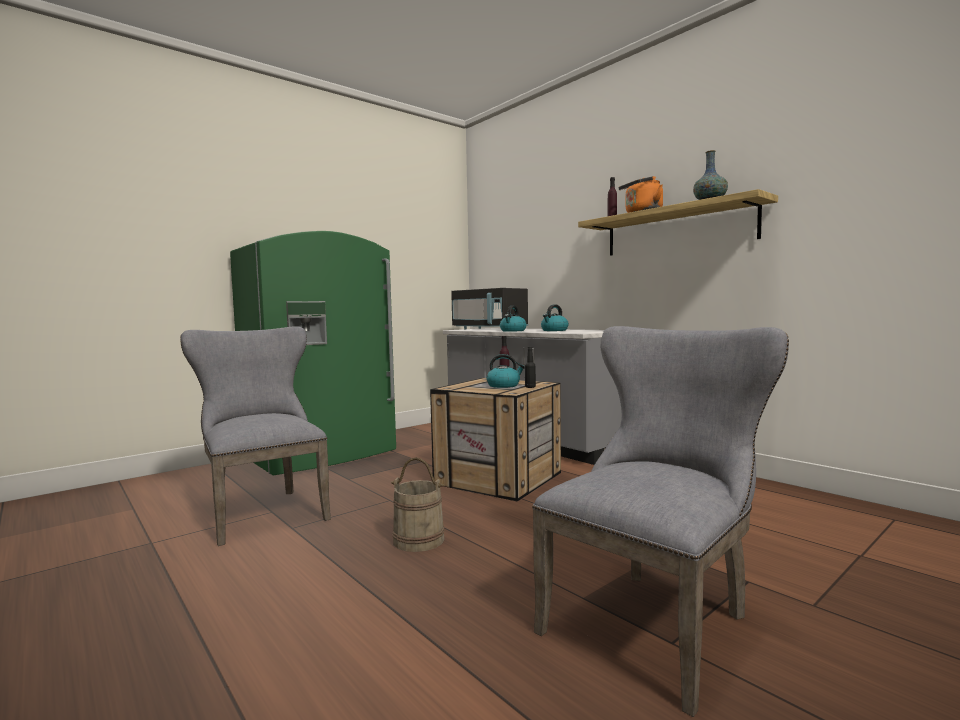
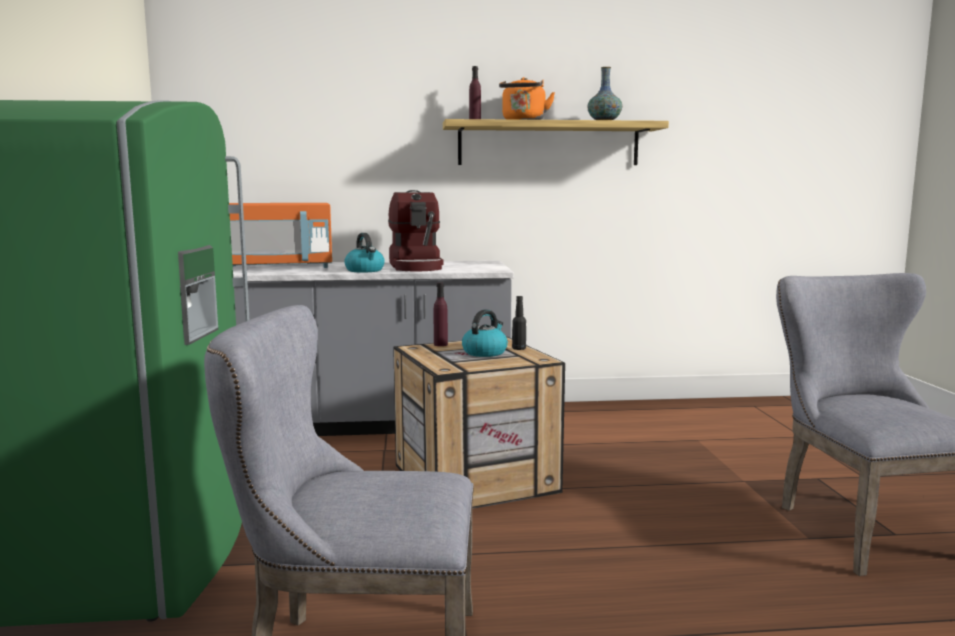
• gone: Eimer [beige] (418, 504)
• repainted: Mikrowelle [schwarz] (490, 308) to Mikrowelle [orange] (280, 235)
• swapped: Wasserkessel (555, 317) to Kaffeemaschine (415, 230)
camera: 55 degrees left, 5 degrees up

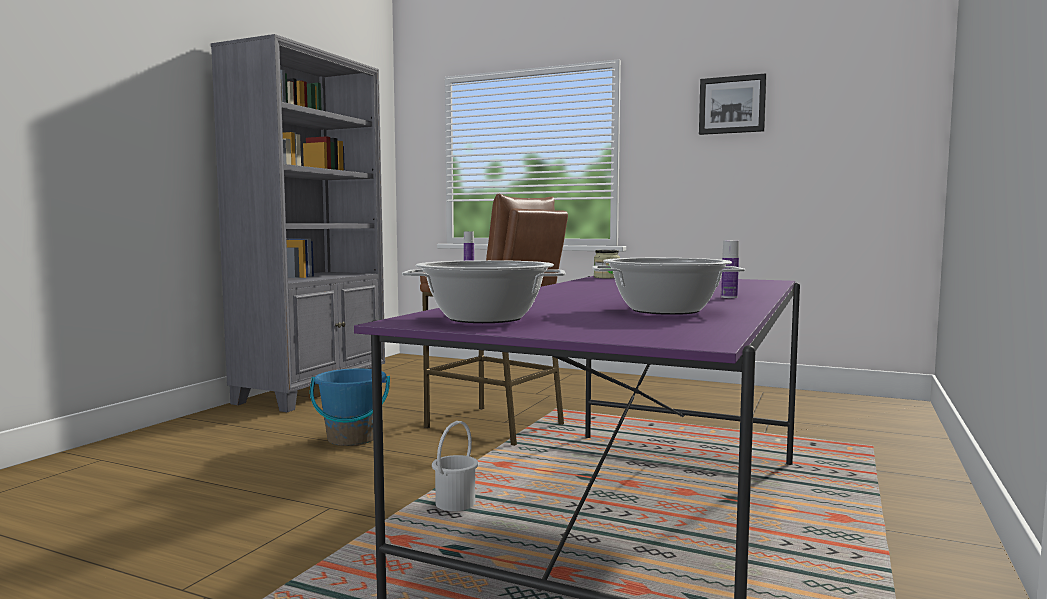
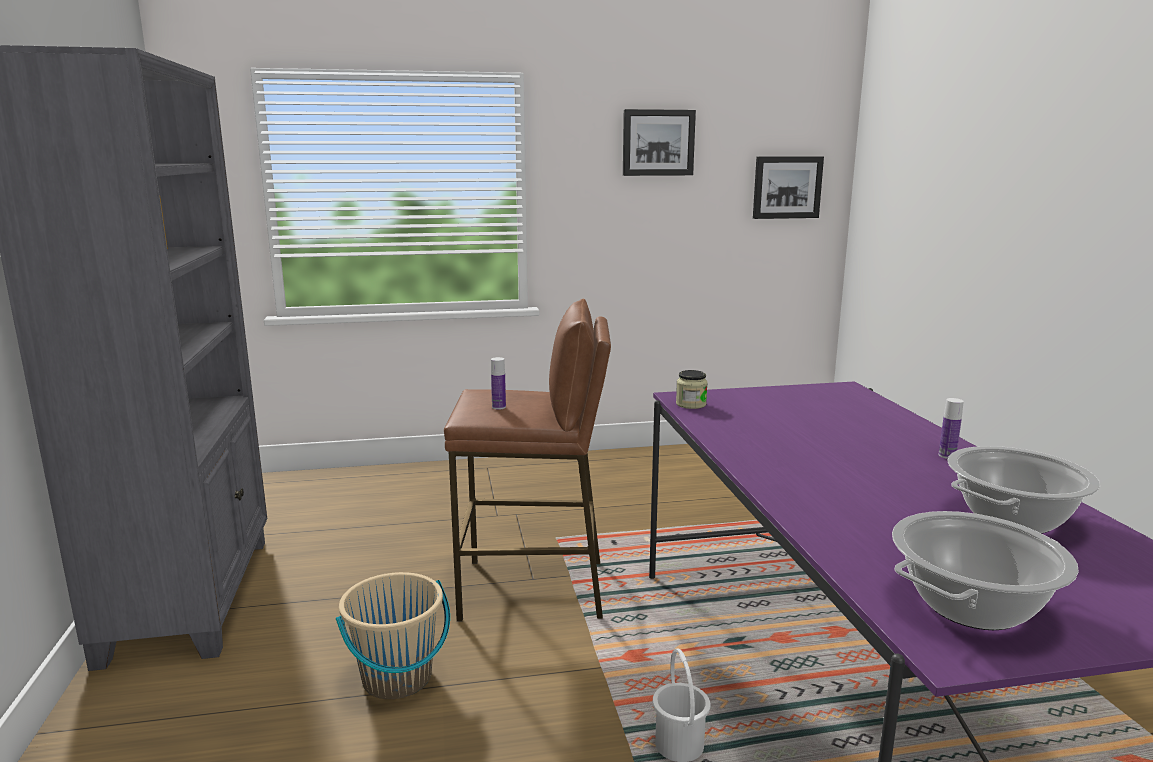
• repainted: Eimer [blau] (350, 407) to Eimer [beige] (393, 635)
• new: Bild (788, 187)
camera: 35 degrees left, 10 degrees up

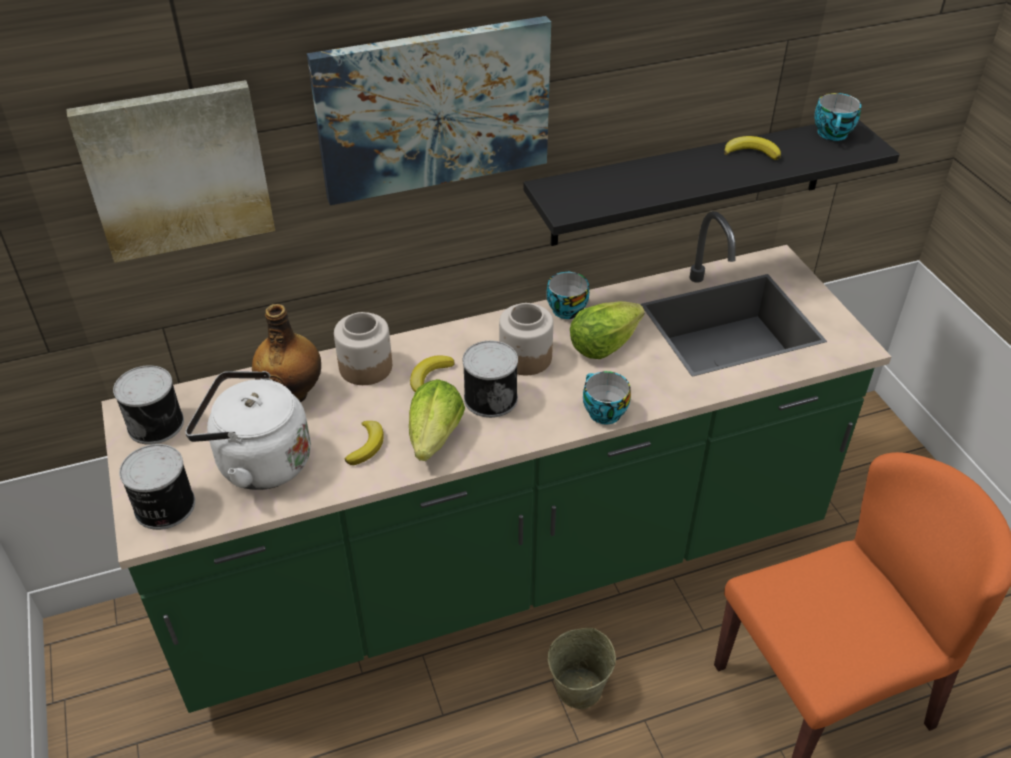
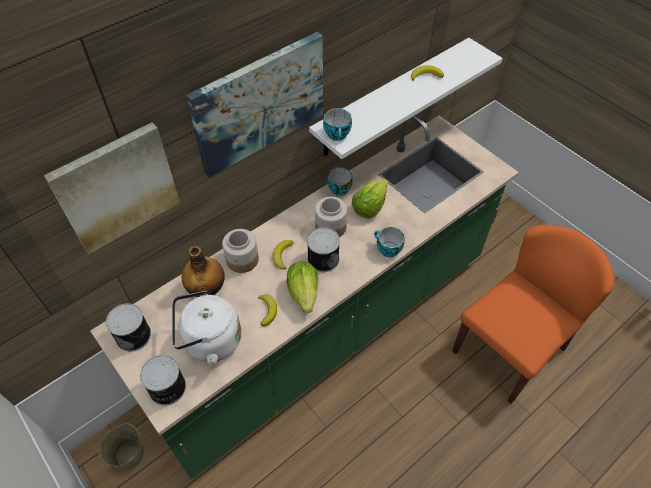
• repainted: Wandregal [schwarz] (711, 183) to Wandregal [weiß] (406, 98)
• shifted: Eimer [beige] (582, 668) to (122, 446)
• shifted: Tasse (837, 117) to (337, 124)
camera: 20 degrees left, 10 degrees up

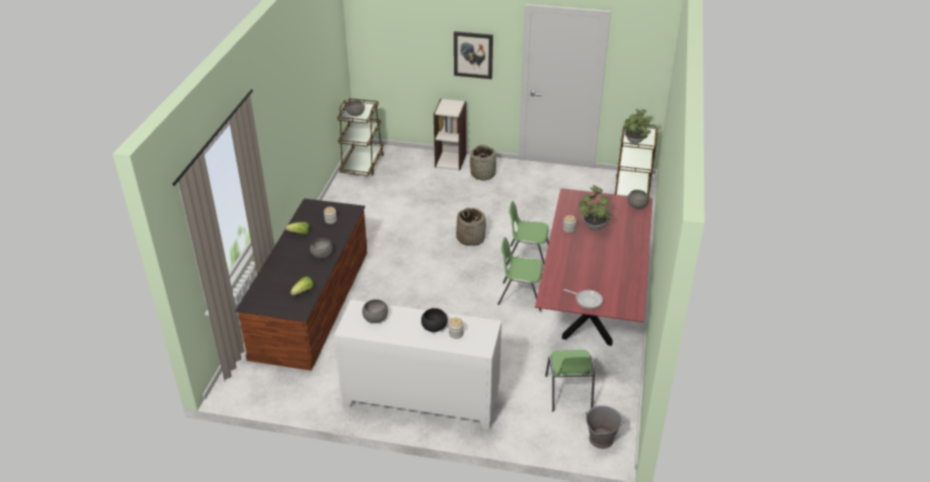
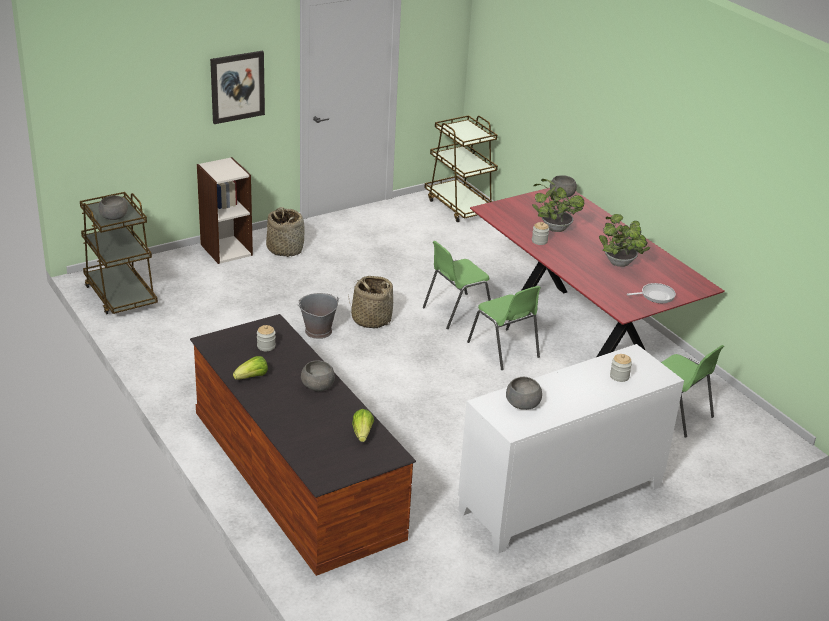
• gone: Schüssel [schwarz] (434, 320)
• rotated: Stuhl [grün] (520, 274) = (504, 328) 90 degrees counterclockwise
• shifted: Eimer [grau] (604, 427) to (318, 316)
• shifted: Topfpflanze (637, 126) to (624, 240)
camera: 45 degrees left, 5 degrees down

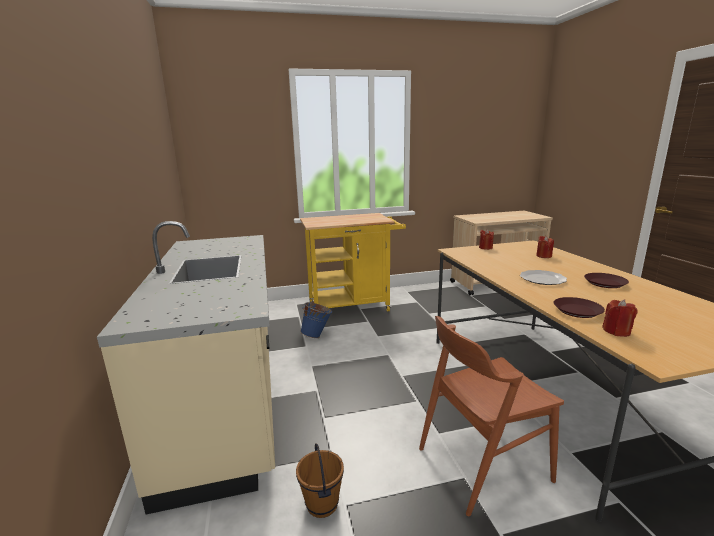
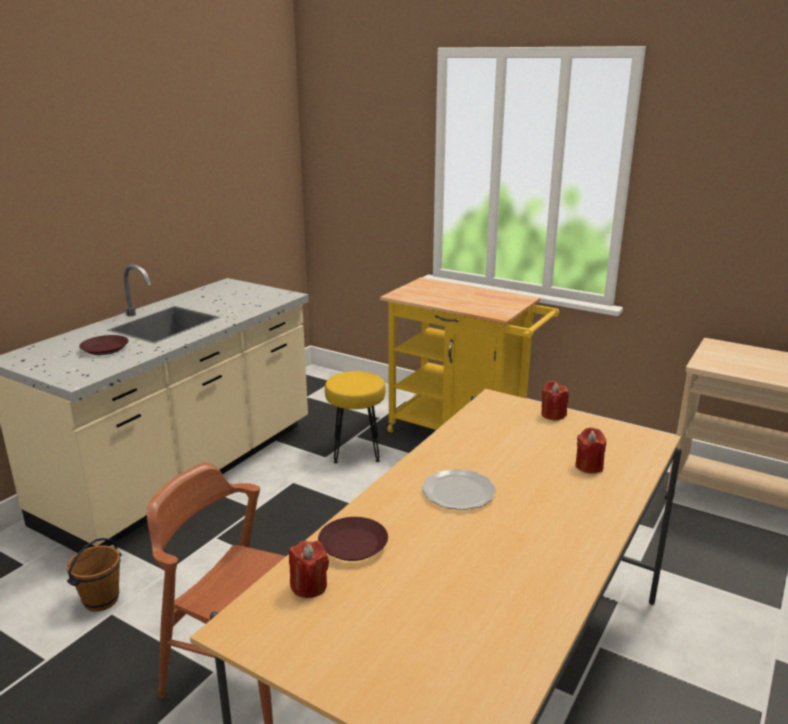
• swapped: Eimer [blau] (316, 319) to Hocker [gelb] (355, 417)
• shifted: Teller [braun] (606, 280) to (104, 345)
camera: 45 degrees right, 5 degrees up

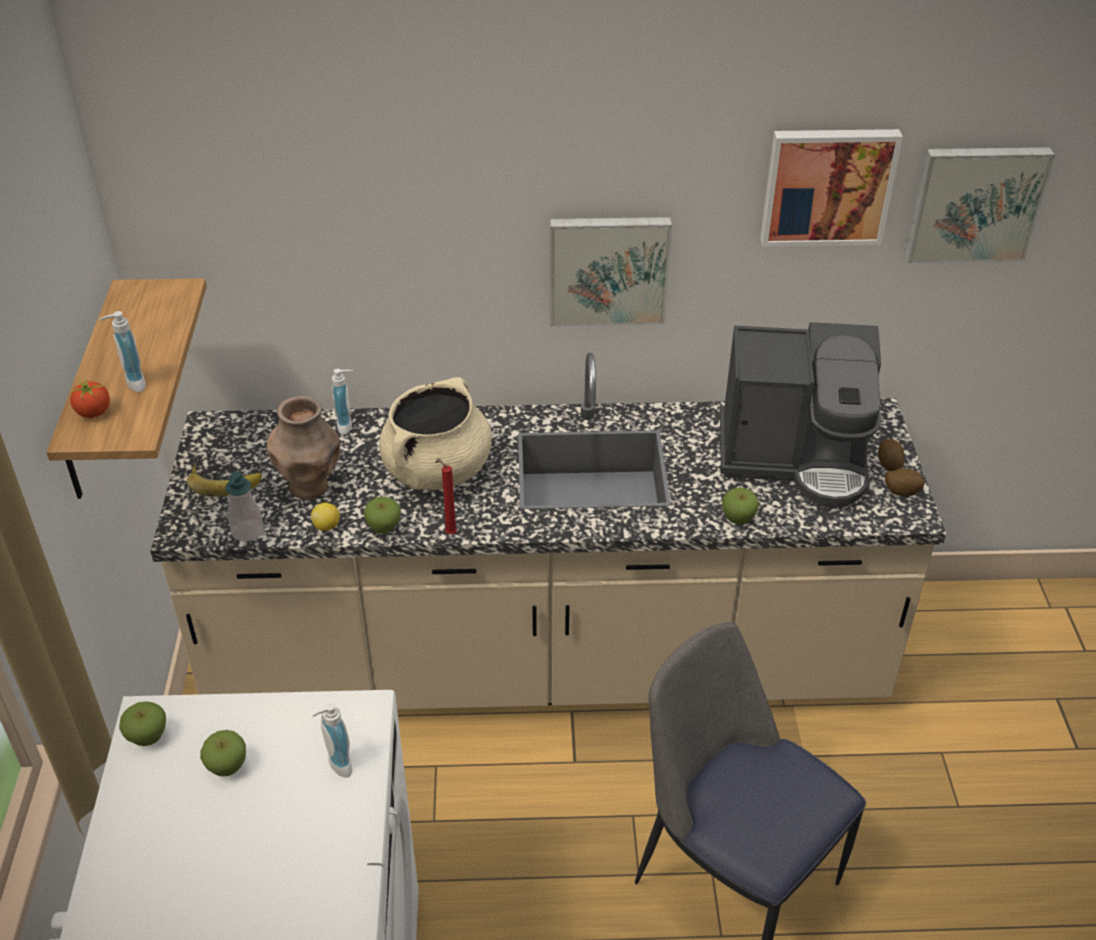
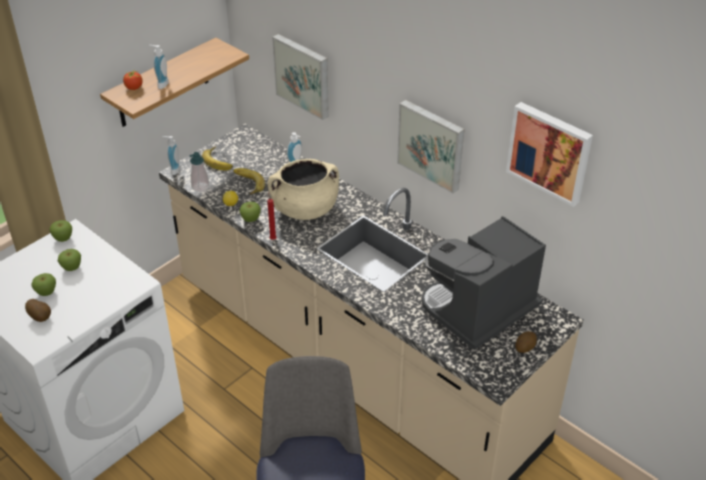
• swapped: Vase [braun] (303, 447) to Banane (249, 181)
• shifted: Seifenspender (332, 740) to (171, 155)
• rotated: Kaffeemaschine (800, 415) = (483, 283) 90 degrees clockwise
• shifted: Apfel (740, 506) to (43, 284)
• shifted: Kartoffel (905, 482) to (38, 310)
• shifted: Bild (979, 205) to (300, 77)
camera: 45 degrees right, 0 degrees up

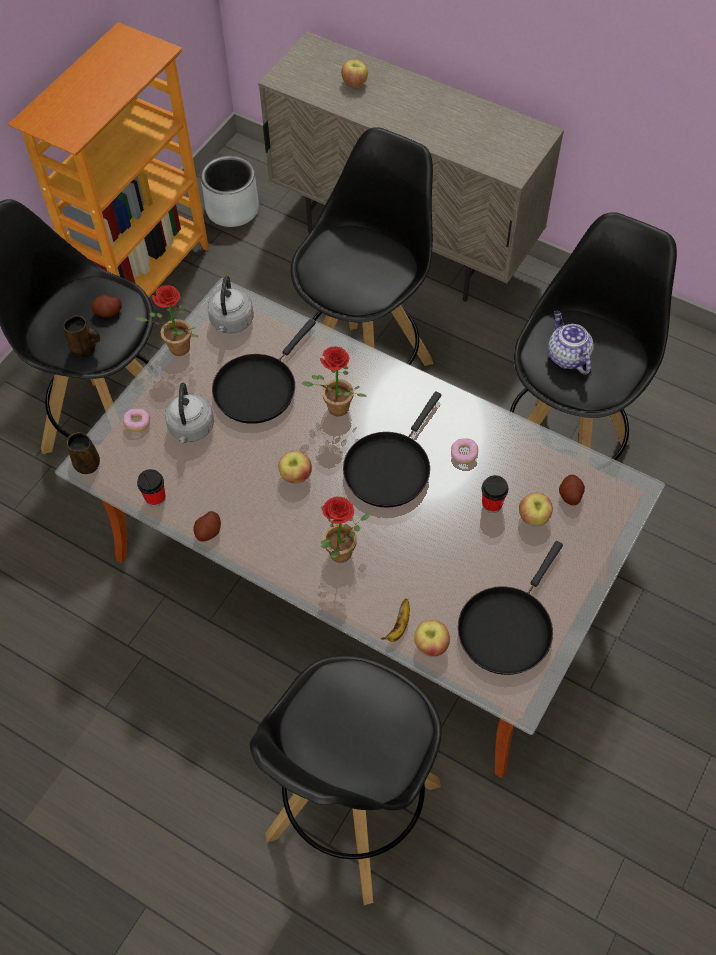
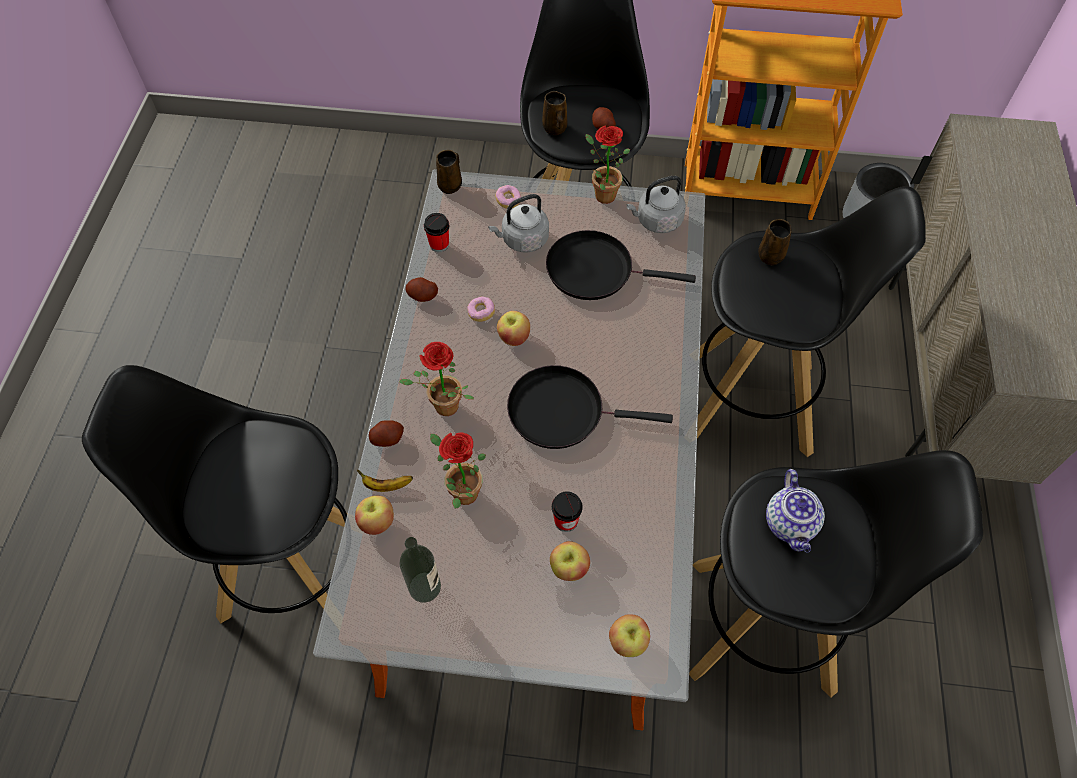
• shifted: Topfpflanze (334, 381) to (458, 470)
• shifted: Apfel (355, 74) to (629, 635)
• shifted: Donut (464, 451) to (481, 309)
• swapped: Pfanne [schwarz] (510, 608) to Flasche (420, 570)
• rotated: Teekanne (571, 343) = (795, 510) 135 degrees clockwise
• shifted: Kartoffel (572, 490) to (386, 433)
• new: Henkelbecher [braun] (775, 242)
camera: 65 degrees right, 0 degrees up

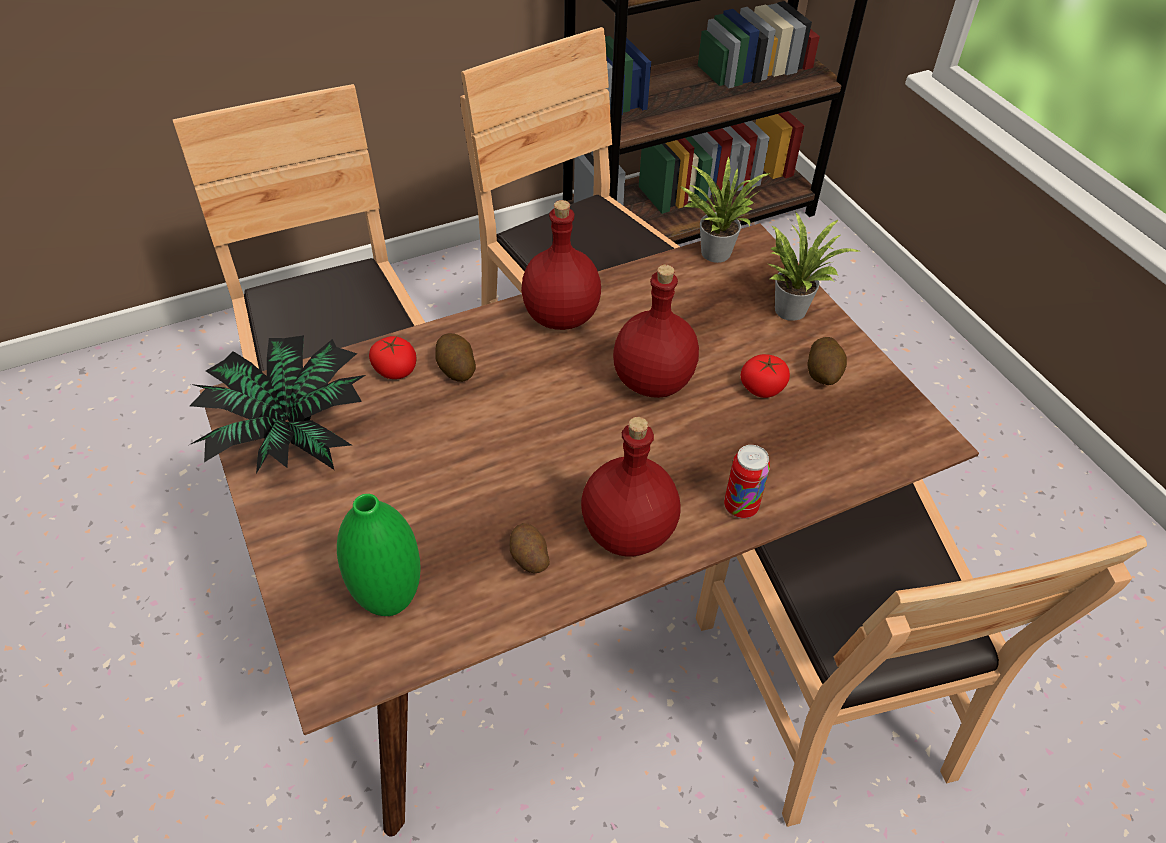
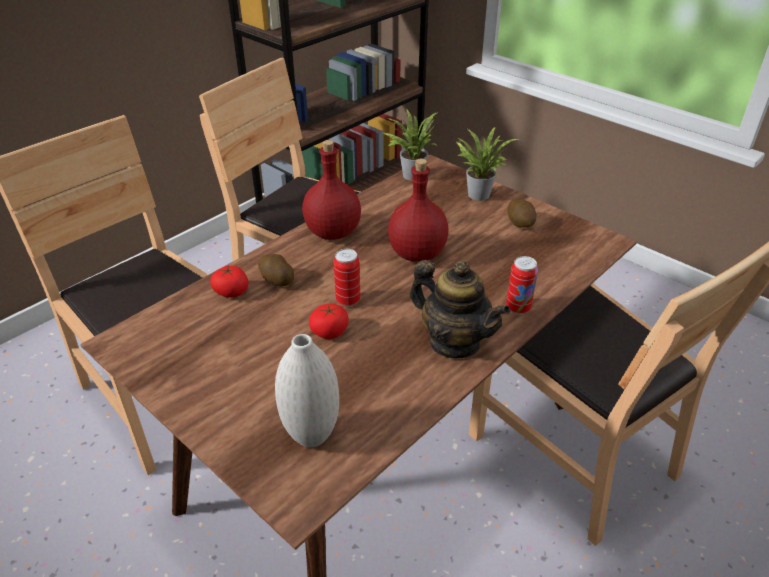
• gone: Topfpflanze (277, 404)
• repainted: Vase [grün] (378, 555) to Vase [weiß] (307, 391)
• gone: Kartoffel (530, 548)
• swapped: Flasche [rot] (631, 487) to Teekanne (460, 309)
• shifted: Tomate (765, 376) to (329, 321)
• new: Dose (347, 277)
camera: 20 degrees left, 10 degrees down

